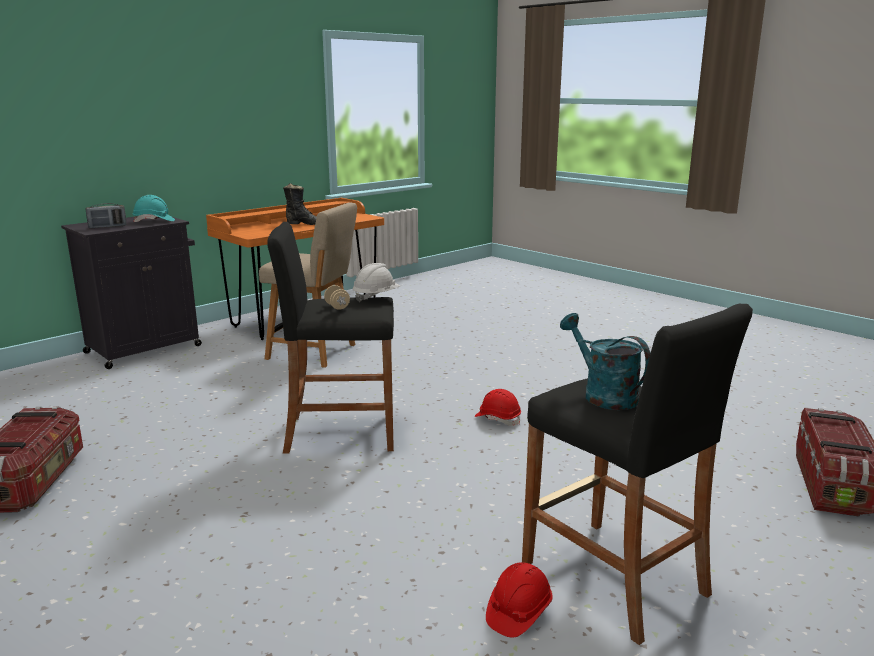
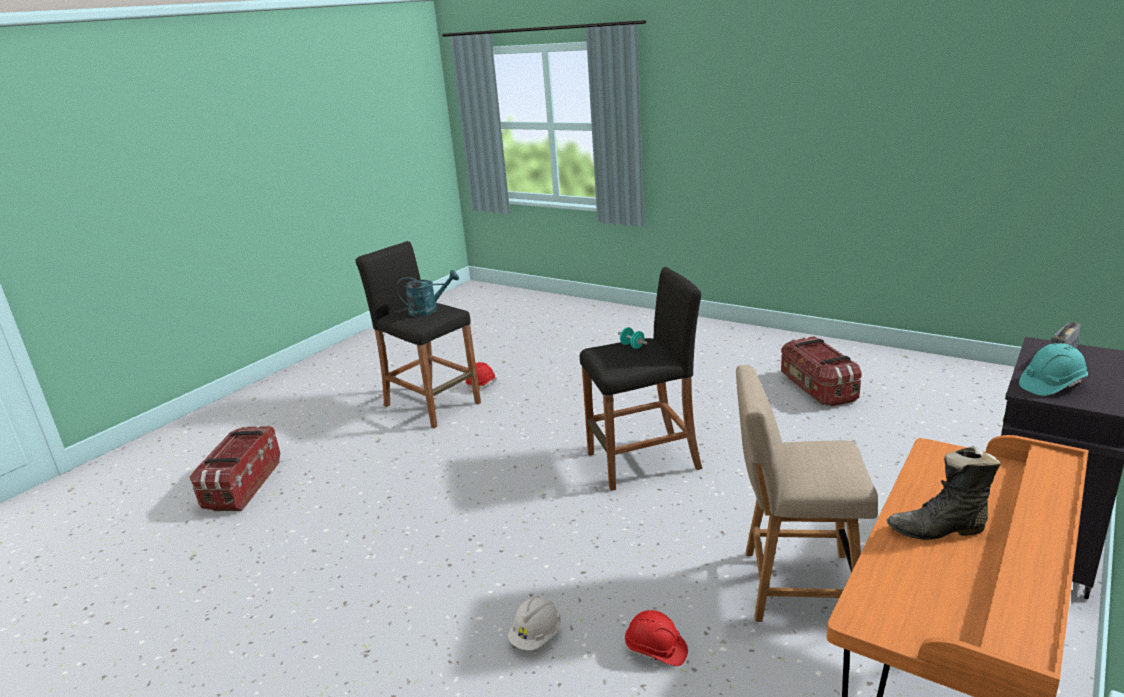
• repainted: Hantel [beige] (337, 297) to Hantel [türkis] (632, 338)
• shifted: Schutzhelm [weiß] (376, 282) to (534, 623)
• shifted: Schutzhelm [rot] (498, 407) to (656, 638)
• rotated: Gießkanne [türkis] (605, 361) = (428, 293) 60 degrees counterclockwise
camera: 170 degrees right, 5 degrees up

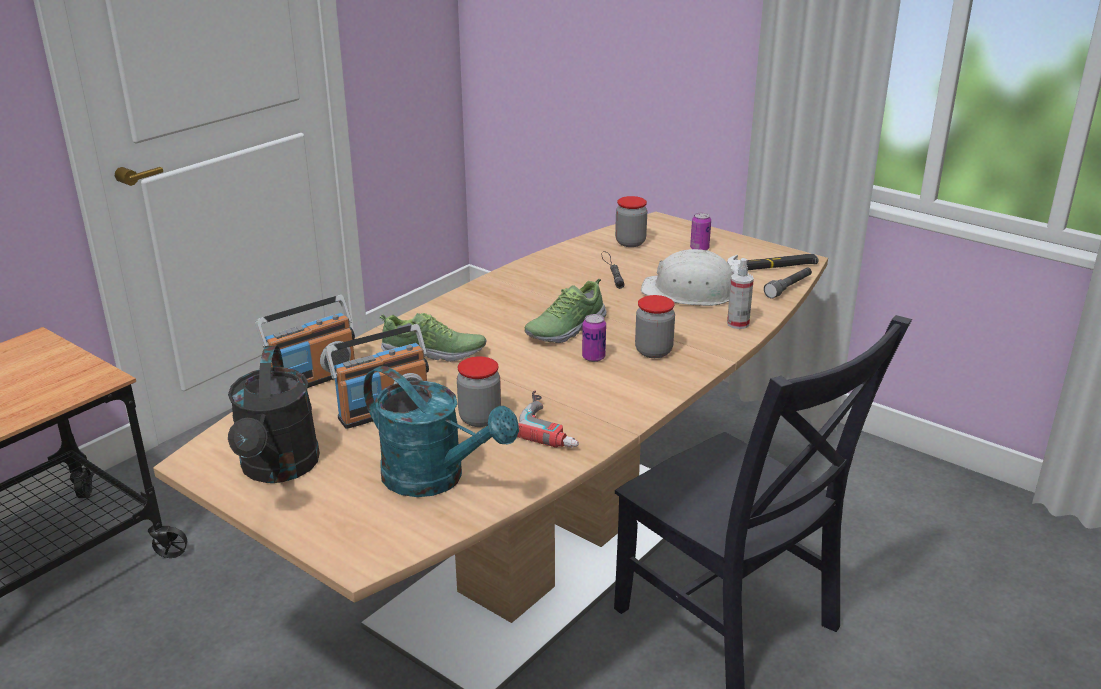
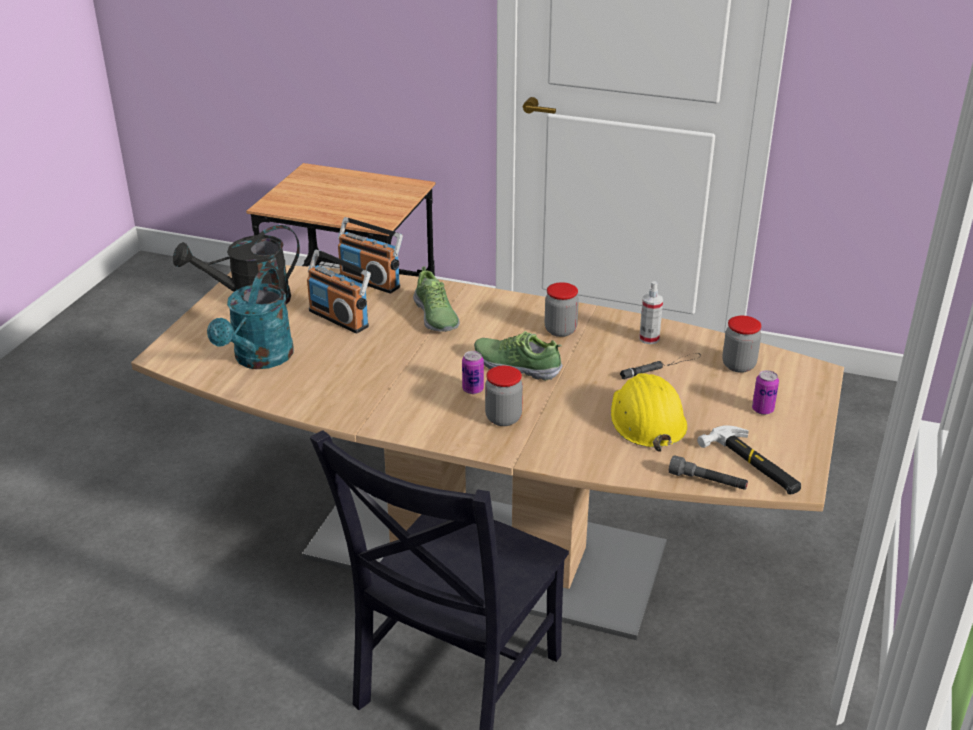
• shifted: Vorratsglas (479, 391) to (562, 309)
• gone: Bohrmaschine (548, 419)
• repainted: Schutzhelm [weiß] (687, 277) to Schutzhelm [gelb] (649, 412)
• shifted: Sprühflasche (740, 293) to (651, 312)
camera: 70 degrees right, 5 degrees up

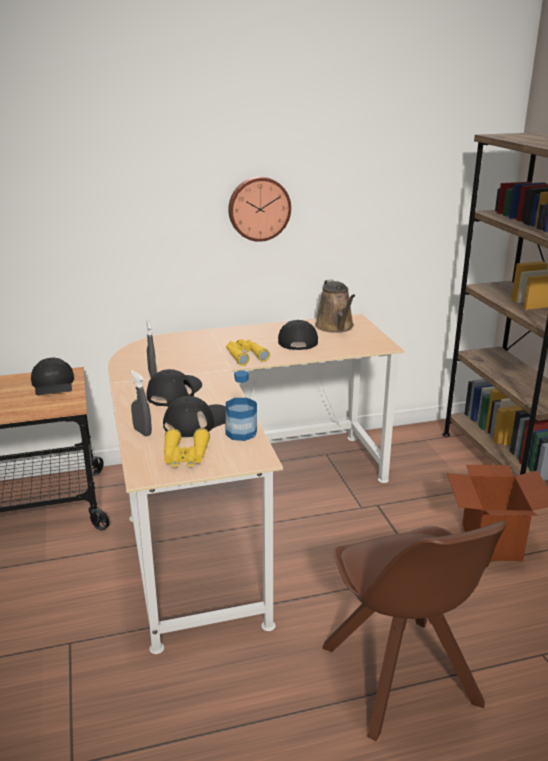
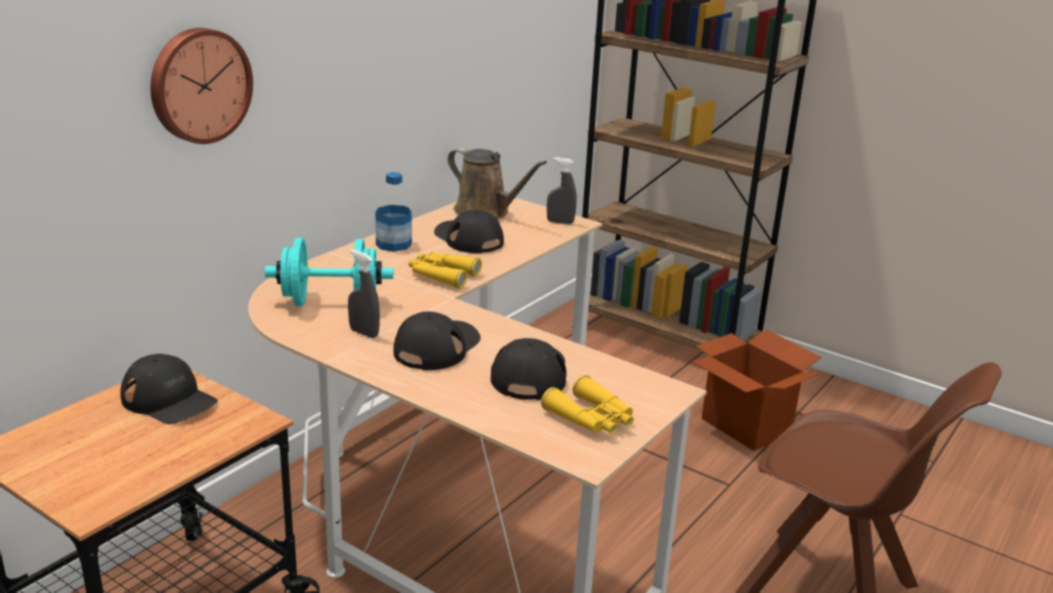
• shifted: Sprühflasche [grau] (141, 403) to (562, 190)
• rotated: Kappe [schwarz] (174, 388) = (437, 341) 45 degrees clockwise
• shifted: Flasche (241, 406) to (393, 212)
• shifted: Wanduhr (259, 209) to (201, 86)
• new: Hantel [türkis] (329, 272)
camera: 40 degrees left, 0 degrees up

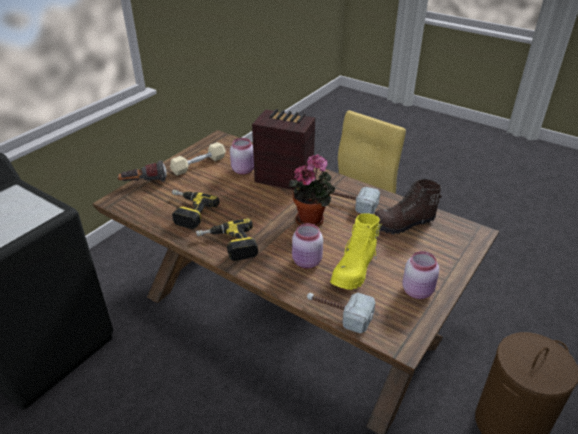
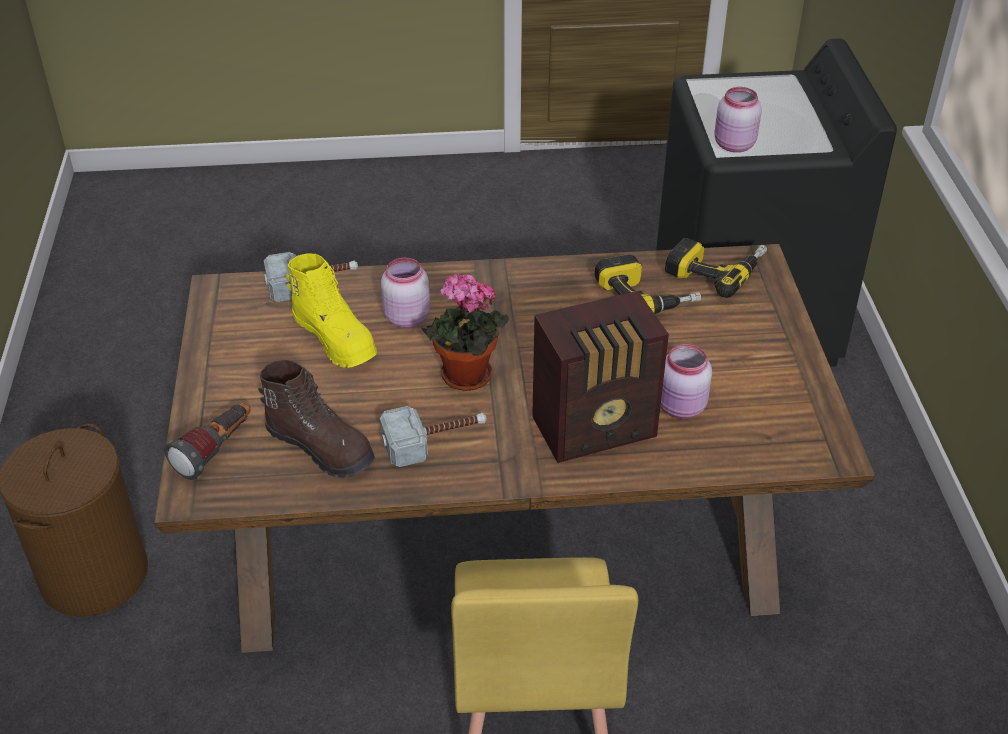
• shifted: Taschenlampe (142, 171) to (207, 441)
• gone: Hantel [beige] (198, 159)
• shifted: Bohrmaschine (227, 239) to (716, 268)
• rotated: Stiefel [gelb] (356, 251) = (331, 311) 150 degrees clockwise
• rotated: Stiefel [braun] (408, 206) = (316, 419) 90 degrees clockwise
• shifted: Vorratsglas [rosa] (421, 275) to (738, 119)
camera: 140 degrees right, 5 degrees up

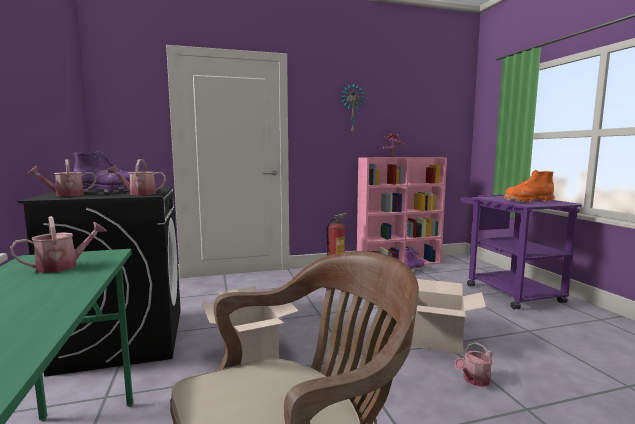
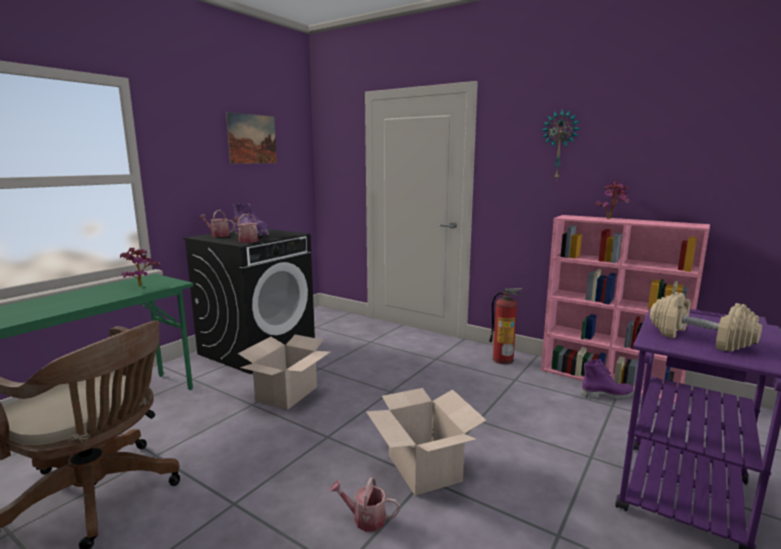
• swapped: Gießkanne (58, 244) to Topfpflanze (140, 267)
• swapped: Stiefel [orange] (529, 186) to Hantel [beige] (706, 322)
• new: Bild (251, 138)
camera: 50 degrees right, 5 degrees up

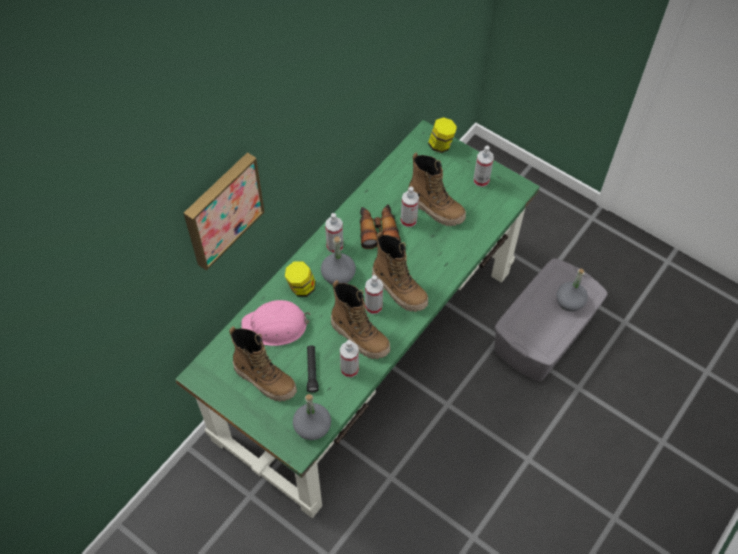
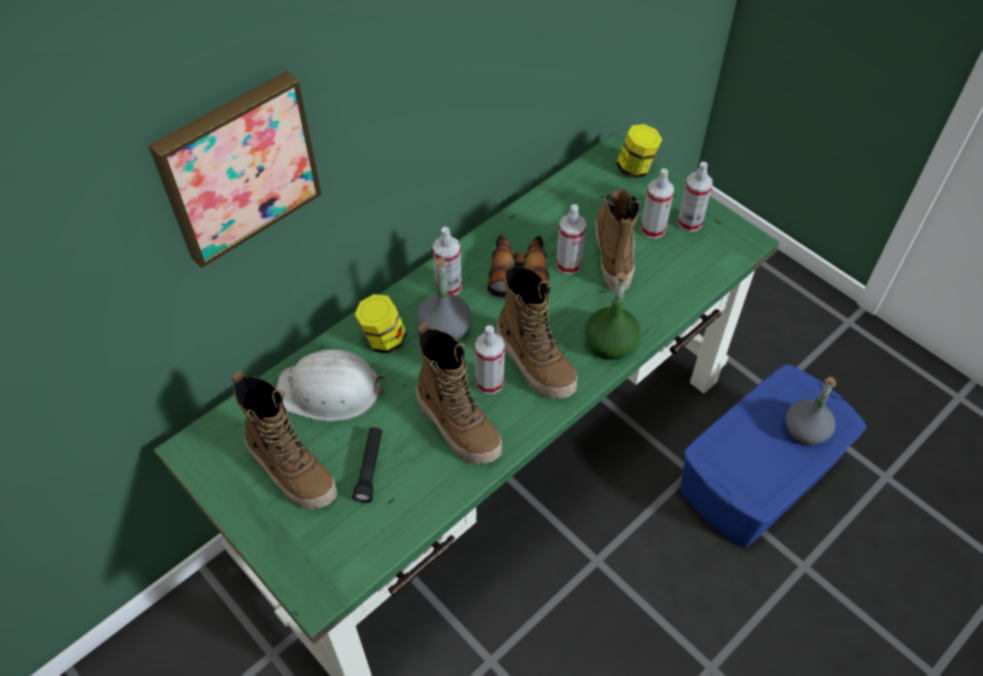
• repainted: Schutzhelm [rosa] (275, 323) to Schutzhelm [weiß] (331, 385)
• gone: Flasche [grau] (312, 417)
• shifted: Sprühflasche (349, 358) to (657, 203)
• rotated: Stiefel (437, 189) = (617, 240) 135 degrees counterclockwise
• repainted: Aufbewahrungsbox [grau] (551, 320) to Aufbewahrungsbox [blau] (773, 455)
• new: Flasche [grün] (613, 316)
camera: 10 degrees right, 5 degrees down

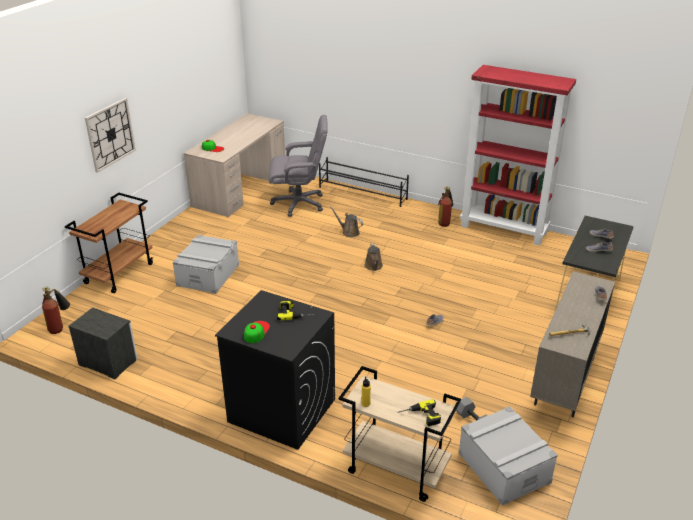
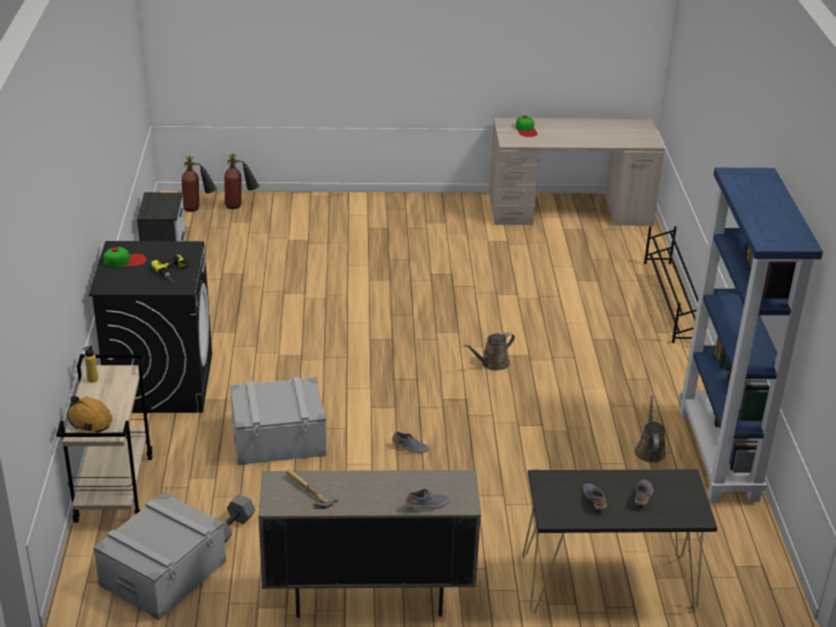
• gone: Rollwagen [braun] (109, 243)
• gone: Wanduhr (110, 135)
• shifted: Aufbewahrungsbox [grau] (206, 264) to (278, 421)
• gone: Bürostuhl [grau] (298, 166)
• shifted: Gießkanne [braun] (346, 222) to (650, 429)
• swapped: Bohrmaschine (419, 413) to Schutzhelm [orange] (90, 414)
• shifted: Feuerlöscher (445, 206) to (241, 181)
• repainted: Bücherregal [rot] (518, 155) to Bücherregal [blau] (751, 335)
camera: 60 degrees right, 0 degrees up

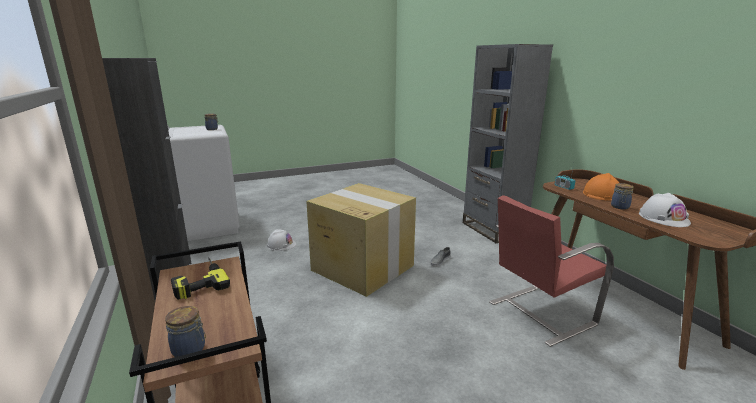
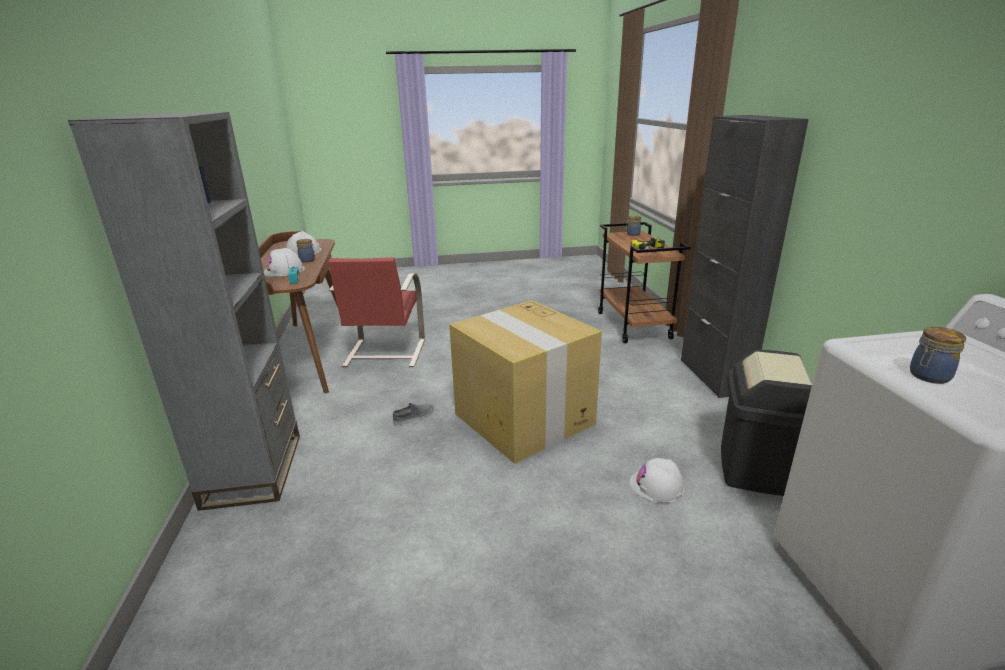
• rotated: Stuhl [rot] (551, 271) = (377, 312) 105 degrees clockwise
• repainted: Schutzhelm [orange] (601, 187) to Schutzhelm [weiß] (284, 262)
• new: Mülleimer [schwarz] (766, 422)
camera: 165 degrees left, 5 degrees up

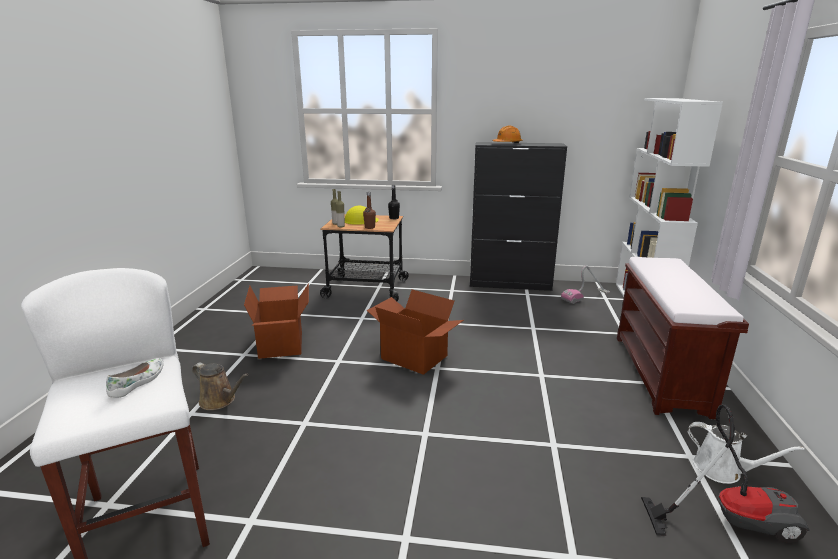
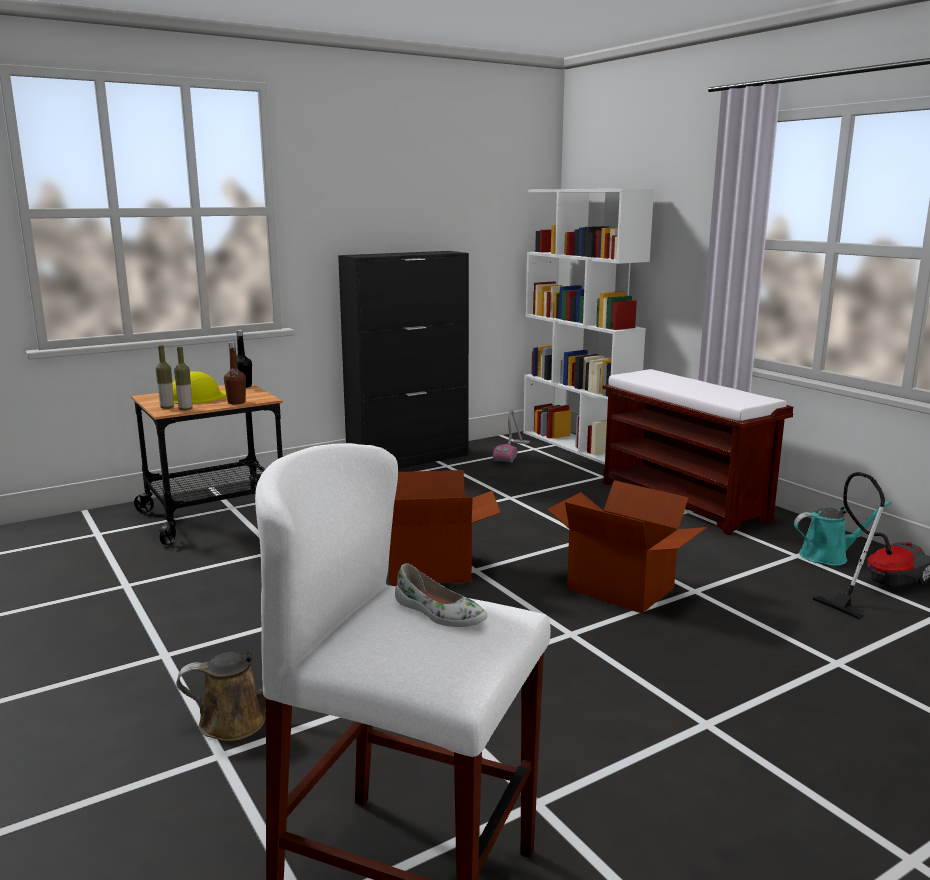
• rotated: Schuh [weiß] (135, 378) = (441, 595) 150 degrees clockwise
• shifted: Karton (276, 321) to (627, 546)
• gone: Schutzhelm [orange] (507, 135)
• repainted: Gießkanne [weiß] (746, 453) to Gießkanne [türkis] (843, 533)
camera: 40 degrees left, 5 degrees down

